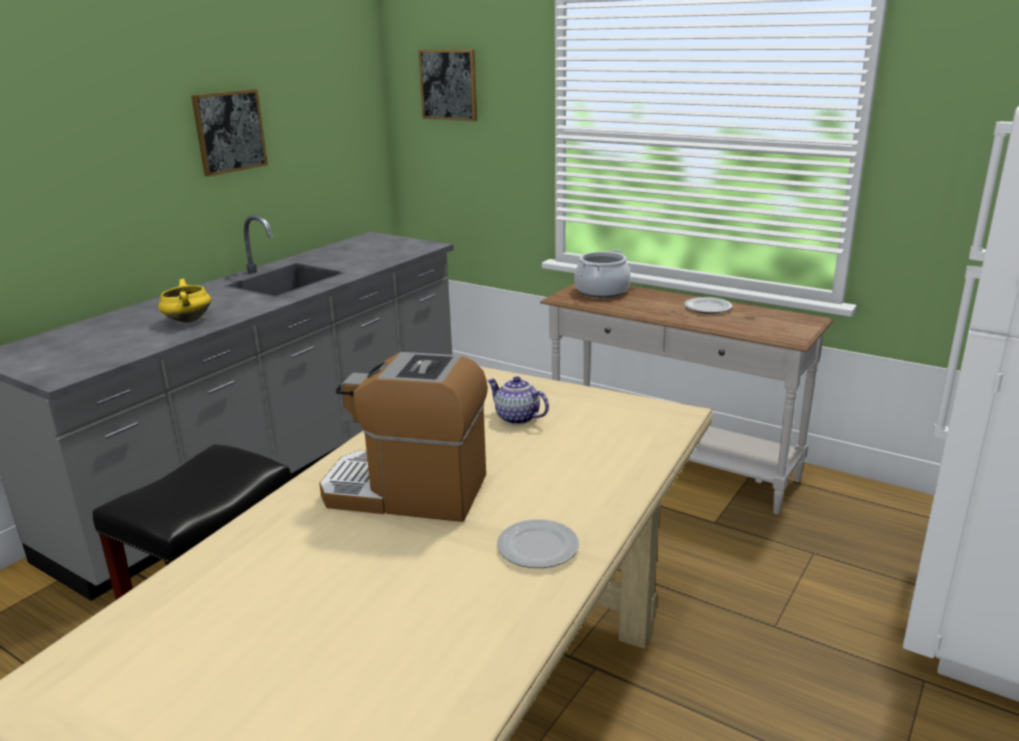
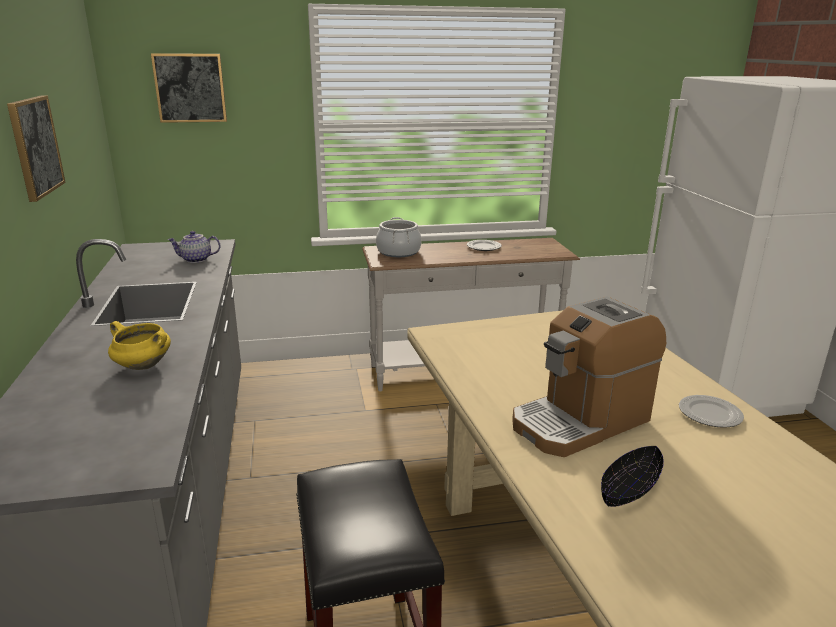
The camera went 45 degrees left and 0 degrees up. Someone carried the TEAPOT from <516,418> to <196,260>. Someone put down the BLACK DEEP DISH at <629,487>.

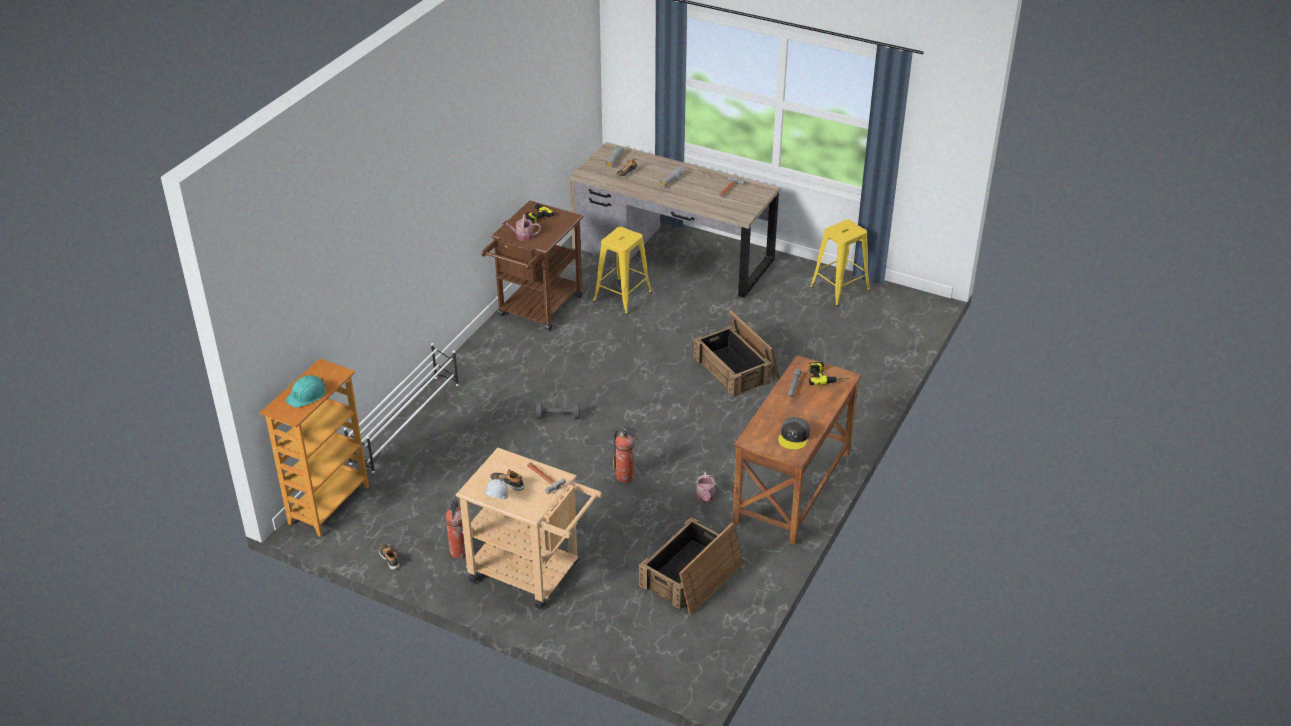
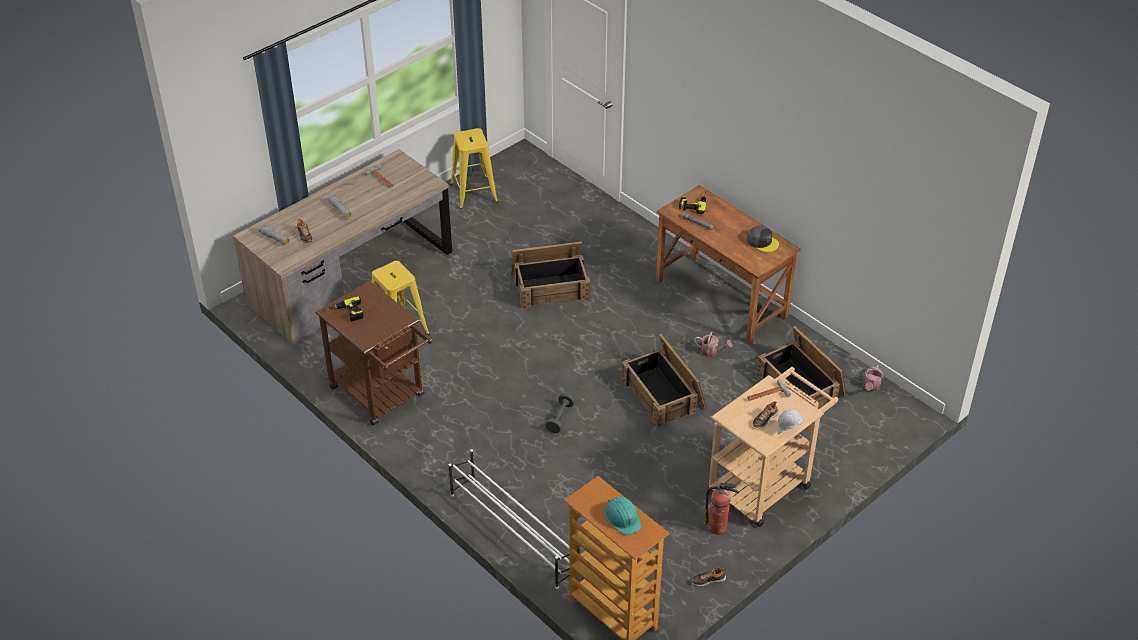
The camera went 70 degrees left and 5 degrees up. Someone swapped the EXTINGUISHER at <626,476> for the SHIPPING CRATE at <664,393>. Someone carried the SPRINKLING CAN from <522,236> to <871,387>.

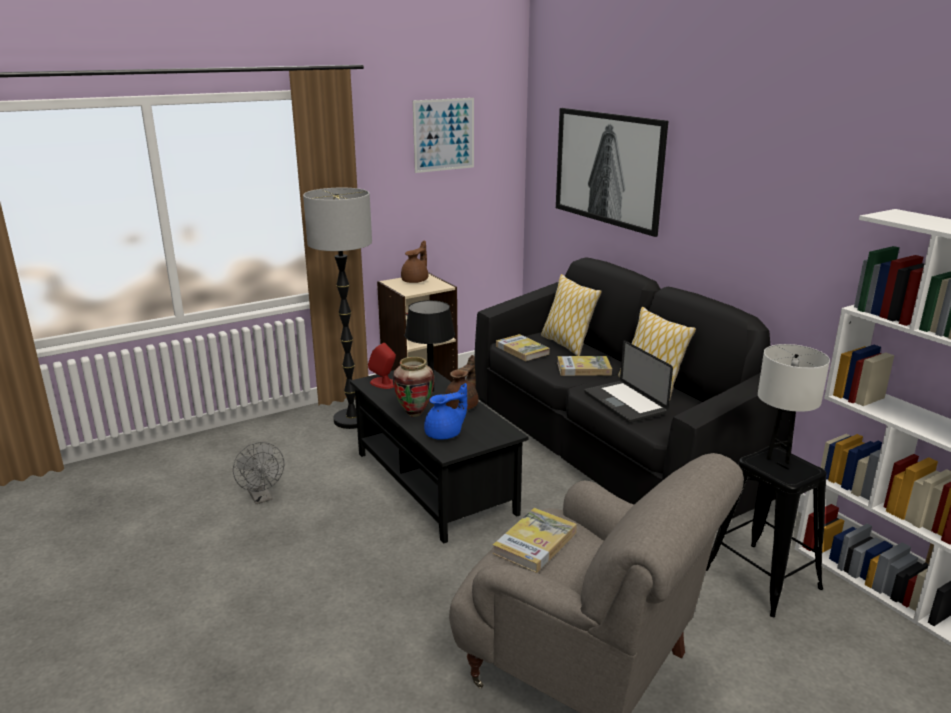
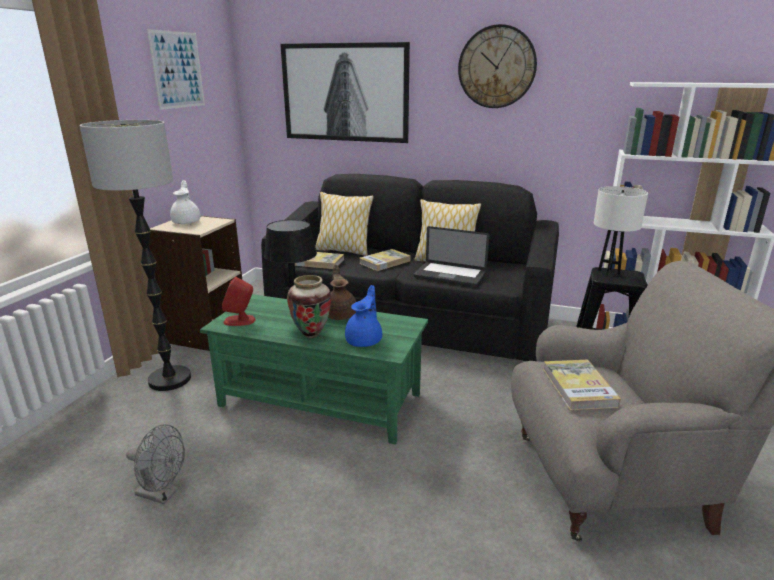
The camera went 40 degrees left and 0 degrees up. Someone repainted the BROWNISH TEAPOT at <416,281>, which became the WHITE TEAPOT at <187,222>. Someone repainted the BLACK COFFEE TABLE at <435,482>, which became the GREEN-COLOURED COFFEE TABLE at <321,400>. Someone put up the HANGING CLOCK at <497,67>.

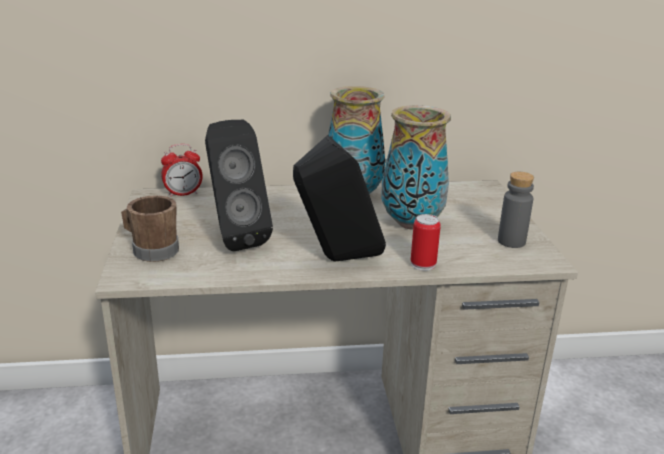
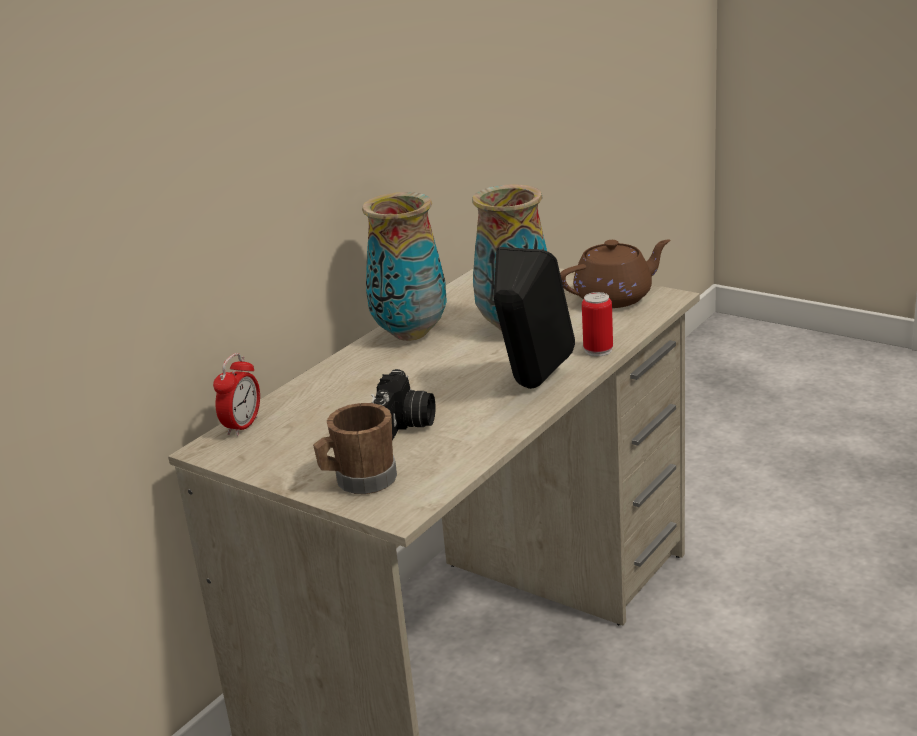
The camera went 45 degrees left and 0 degrees up. Someone swapped the BLACK SPEAKER at <234,238> for the PHOTO CAMERA at <406,426>. Someone swapped the GREY DRINK BOTTLE at <511,241> for the BROWNISH TEAPOT at <615,297>.

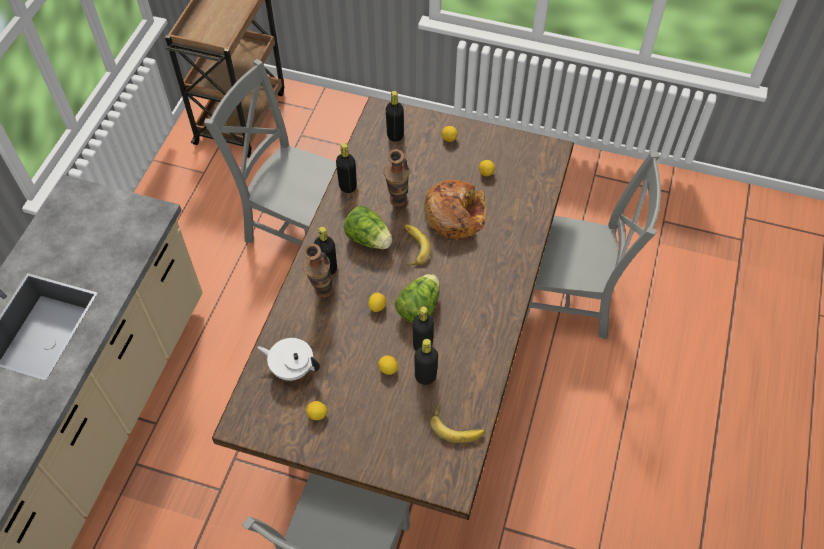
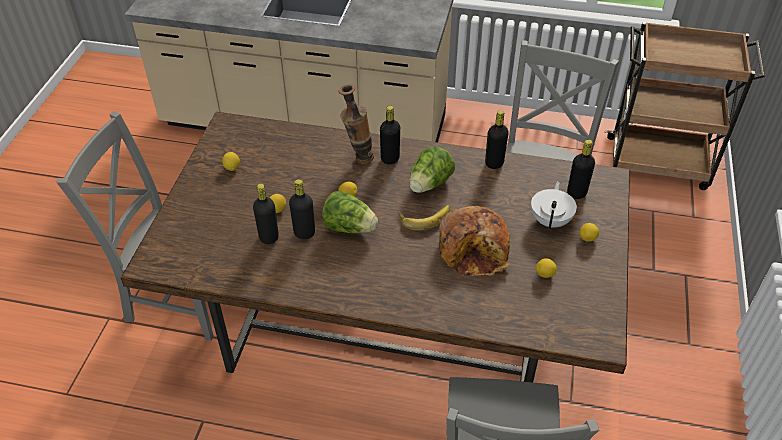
The camera went 85 degrees right and 10 degrees down. Someone carried the WHITE TEAPOT from <292,368> to <551,220>. Someone took away the DECORATIVE VASE at <397,205>. Someone took away the WHOLE BANANA at <457,426>.

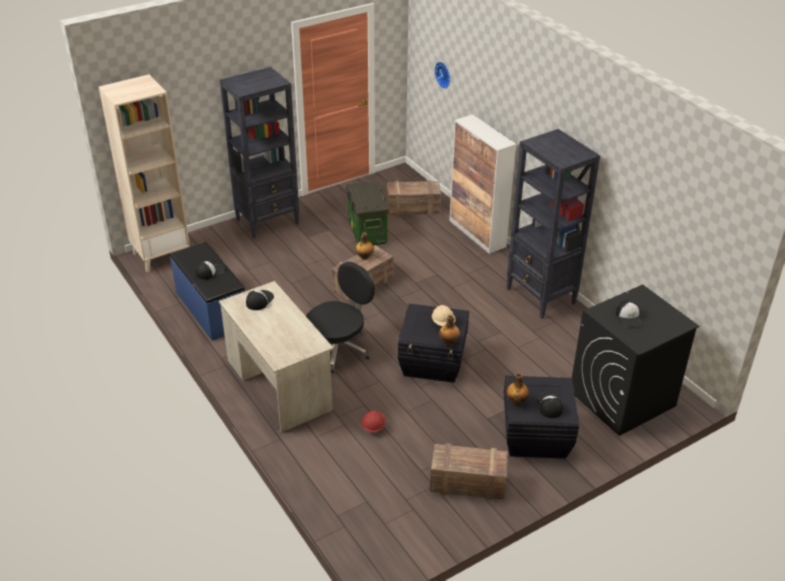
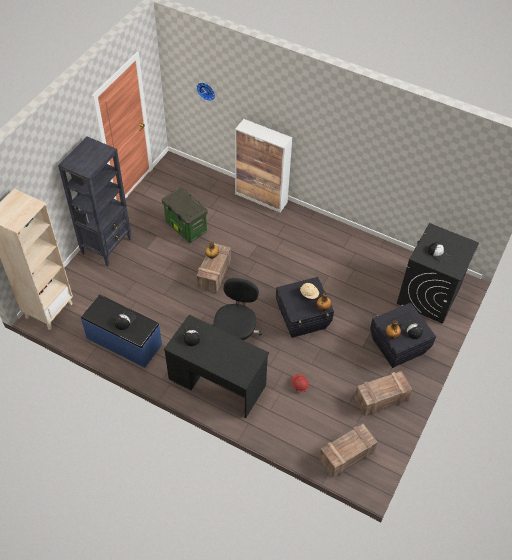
The camera went 30 degrees left and 15 degrees up. Someone repainted the BEIGE-COLOURED DESK UNIT at <278,385>, which became the BLACK DESK UNIT at <217,382>. Someone carried the SHIPPING CRATE from <414,208> to <347,455>. Someone took away the BLACK BOOKCASE at <541,297>.

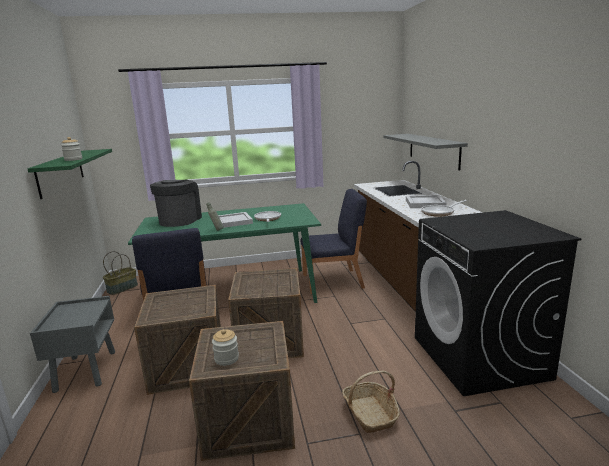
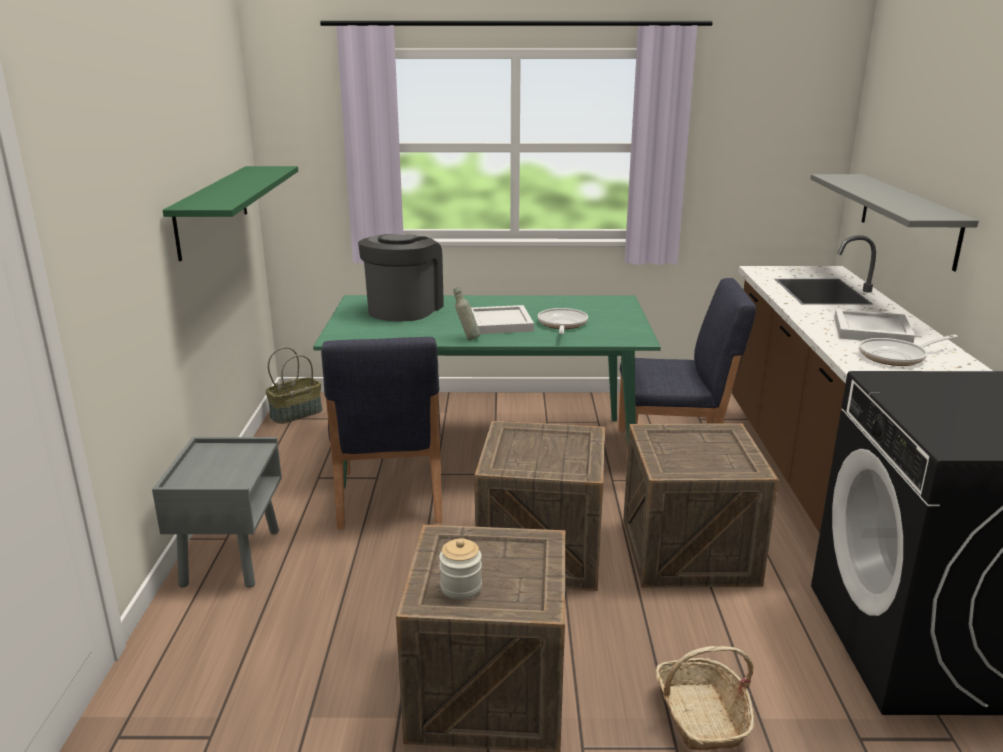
The camera went 10 degrees right and 5 degrees up. Someone carried the SHIPPING CRATE from <188,366> to <688,551>. Someone took away the STORAGE JAR at <73,159>.

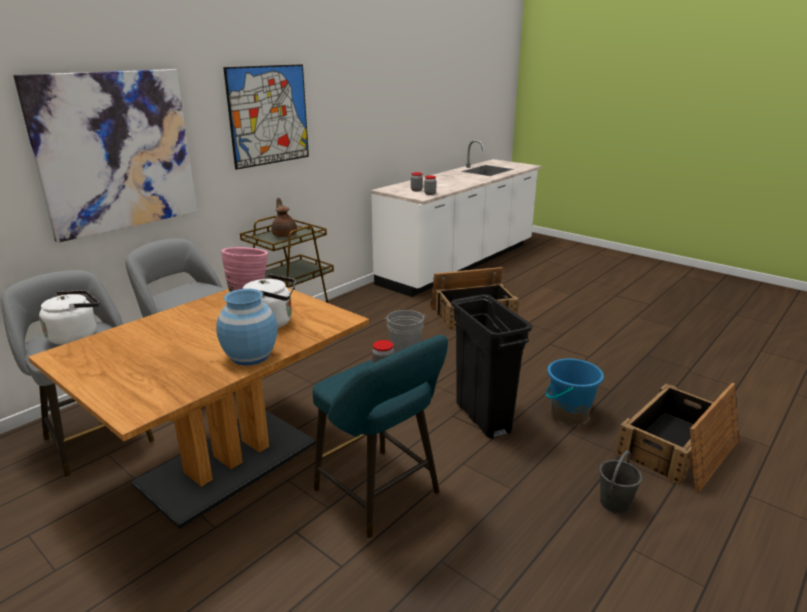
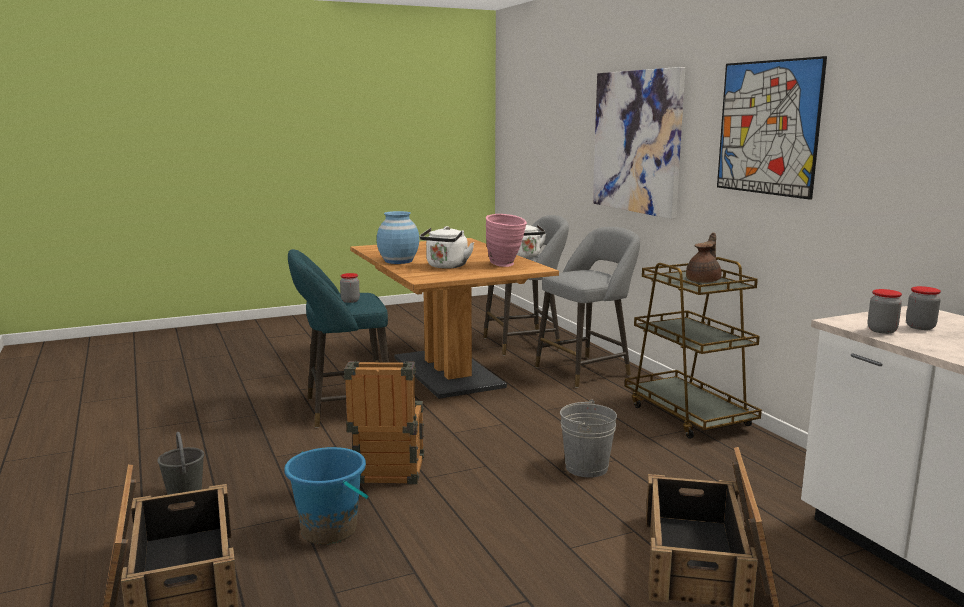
The camera went 115 degrees right and 10 degrees down. Someone swapped the BLACK TRASH CAN at <483,418> for the SHIPPING CRATE at <387,474>. Someone rotated the BROWNISH TEAPOT at <285,235> by 60 degrees counterclockwise.

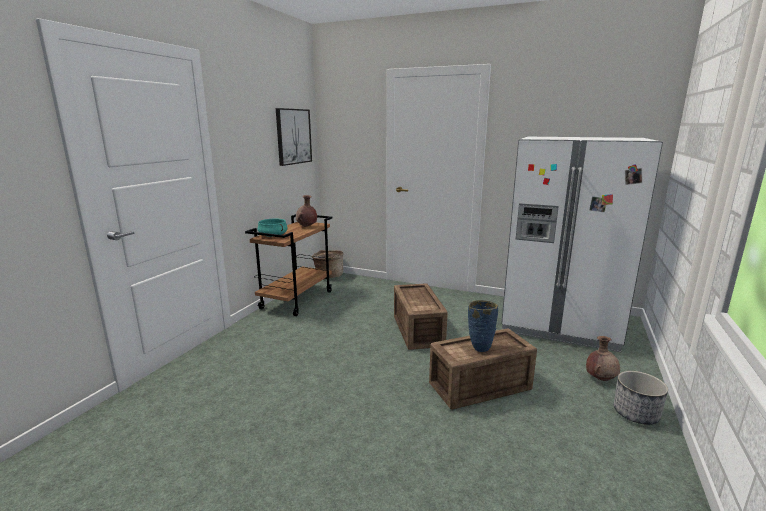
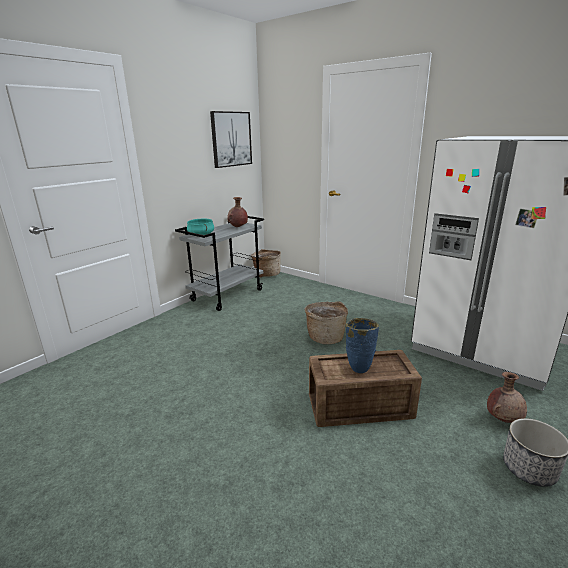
The camera went 15 degrees right and 5 degrees up. Someone repainted the BROWNISH CART at <297,299>, which became the GREY CART at <227,295>. Someone swapped the SHIPPING CRATE at <418,330> for the STORAGE BASKET at <325,337>.

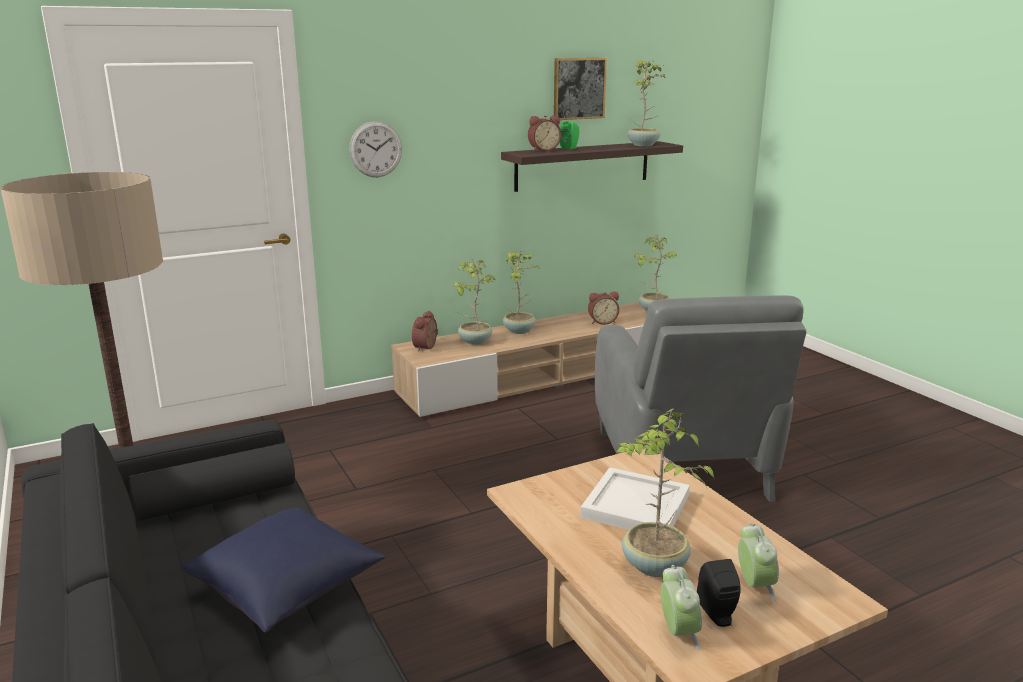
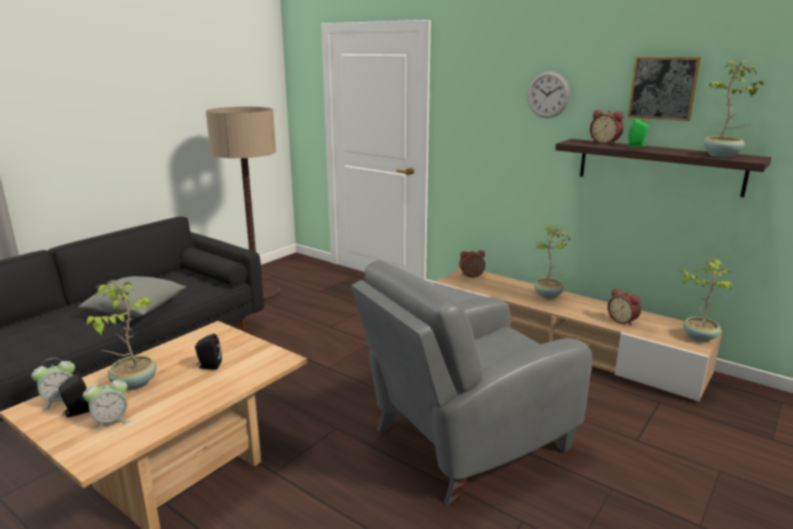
The camera went 65 degrees right and 0 degrees up. Someone repainted the BLUE PILLOW at <287,588>, which became the GREY PILLOW at <137,310>. Someone swapped the WHITE TRAY at <634,506> for the BLACK SPEAKER at <209,366>. Someone carried the HANGING CLOCK from <376,149> to <548,95>. Someone took away the POTTED PLANT at <474,341>.

